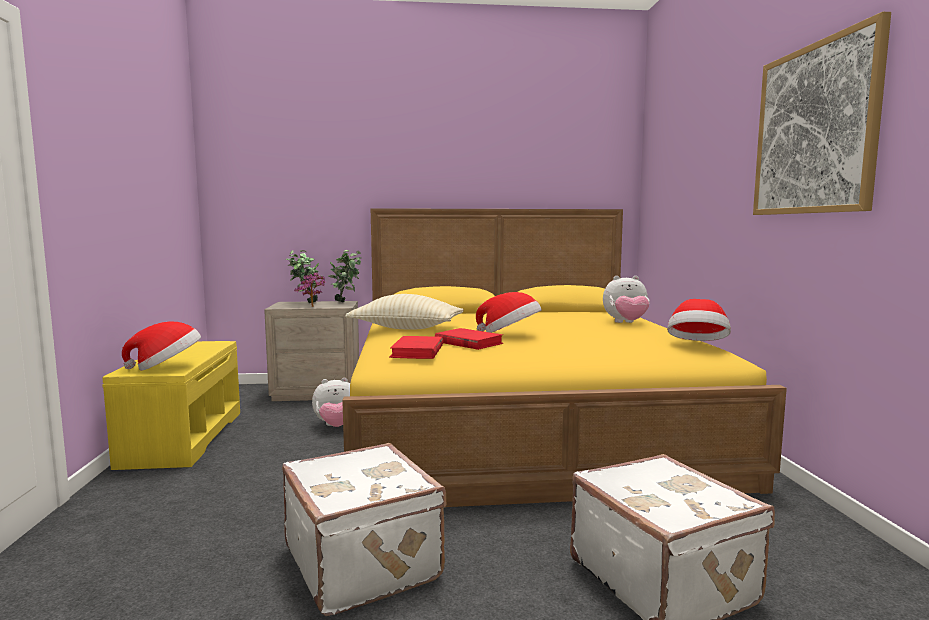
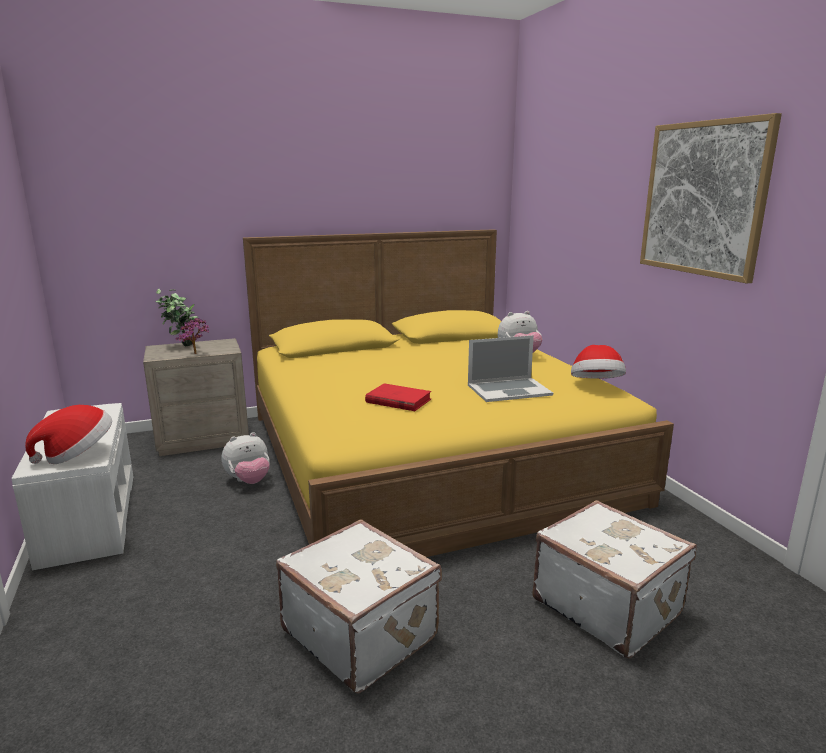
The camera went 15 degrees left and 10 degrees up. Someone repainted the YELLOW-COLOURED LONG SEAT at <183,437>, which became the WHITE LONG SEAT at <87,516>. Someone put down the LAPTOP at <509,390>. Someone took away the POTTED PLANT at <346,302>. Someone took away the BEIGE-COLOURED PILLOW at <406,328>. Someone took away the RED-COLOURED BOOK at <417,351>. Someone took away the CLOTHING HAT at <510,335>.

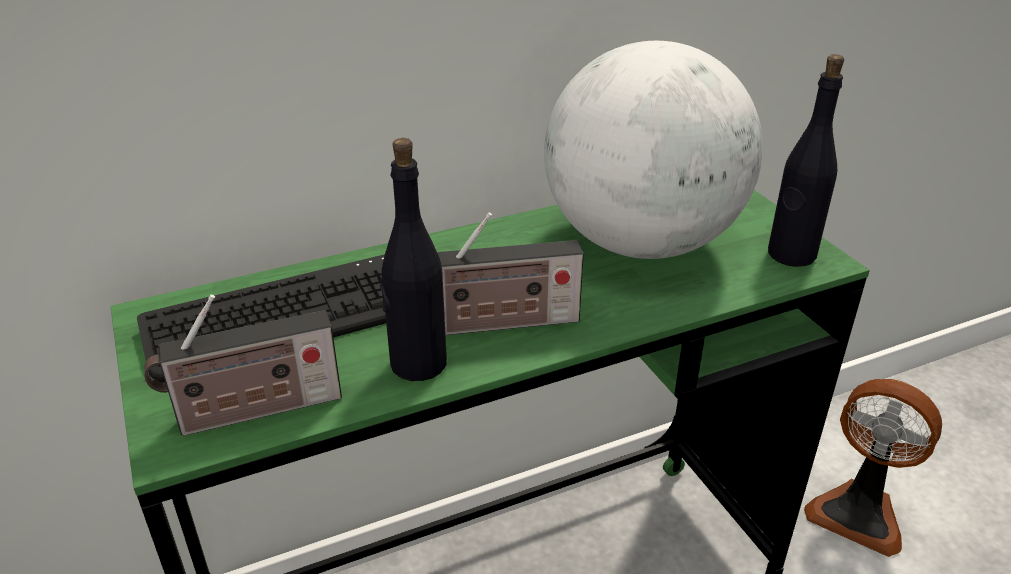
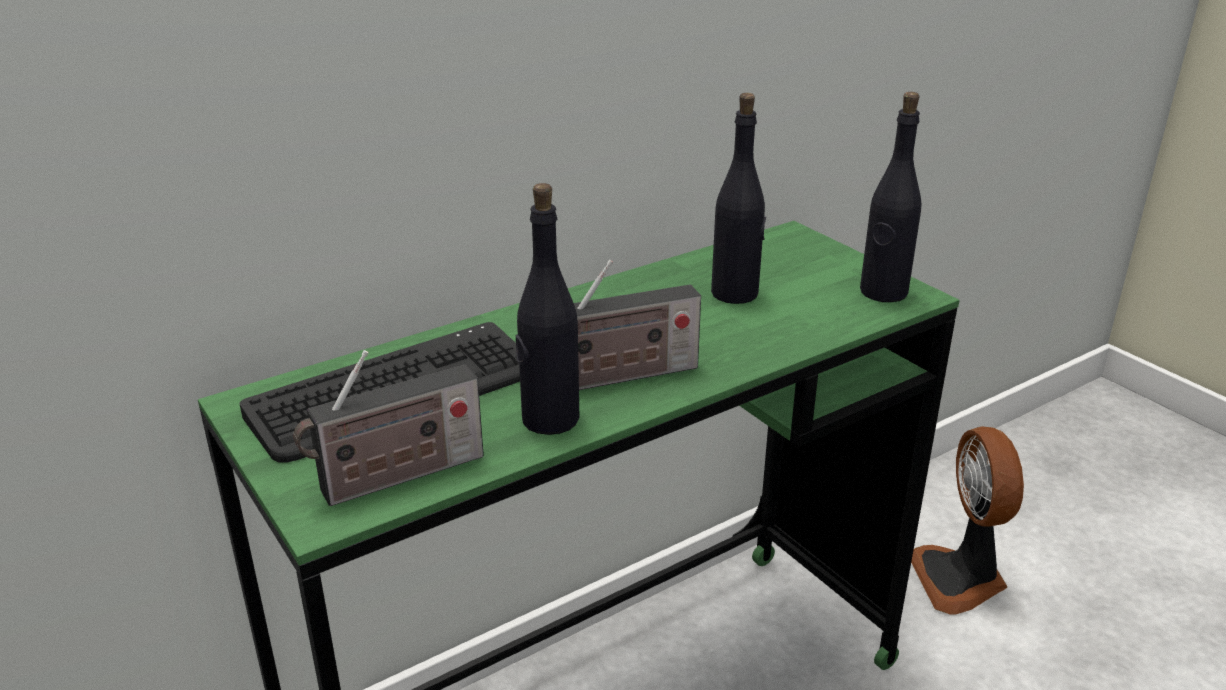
The camera went 10 degrees left and 5 degrees down. Someone swapped the WORLD GLOBE at <641,242> for the BLACK DRINK BOTTLE at <735,293>. Someone rotated the FAN at <858,513> by 60 degrees clockwise.

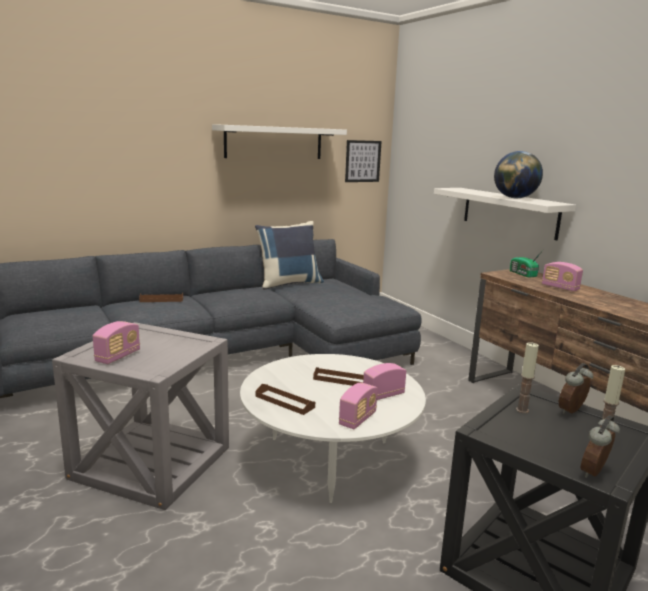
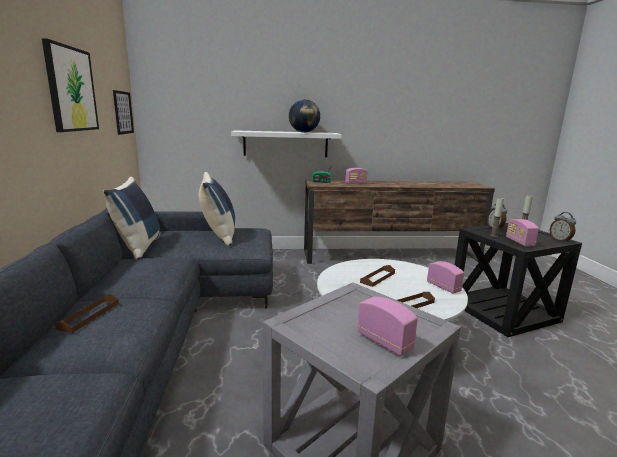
The camera went 65 degrees left and 0 degrees up. Someone swapped the WHITE SHELF at <274,142> for the WALL ART at <71,89>. Someone put down the BLUE PILLOW at <218,236>. Someone carried the RADIO SET from <383,395> to <519,242>.

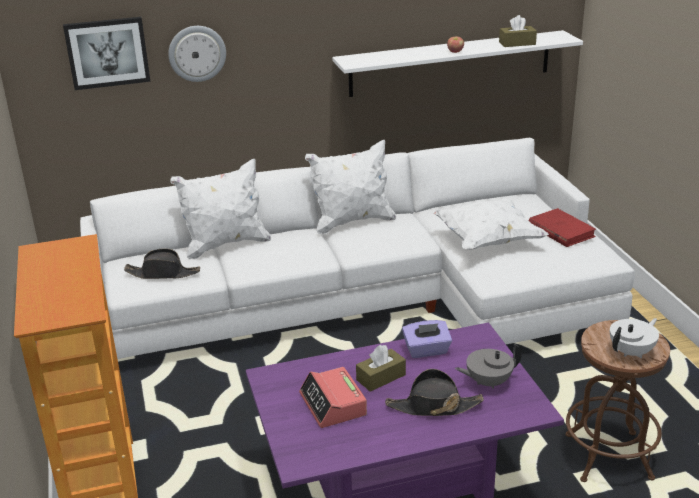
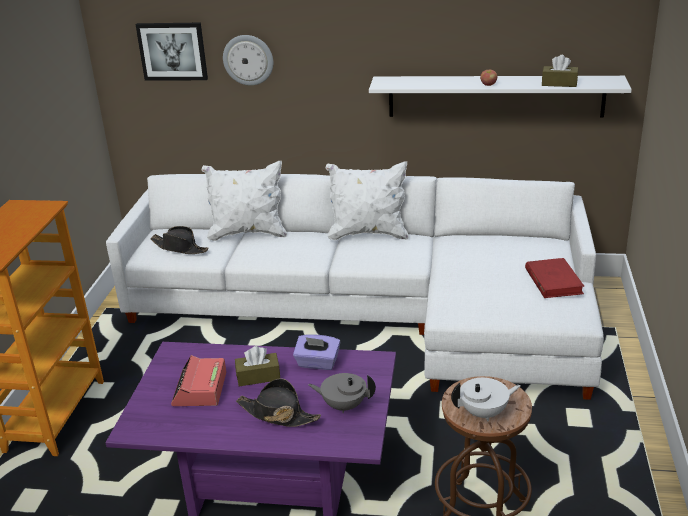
The camera went 25 degrees right and 0 degrees up. Someone took away the WHITE PILLOW at <487,241>.

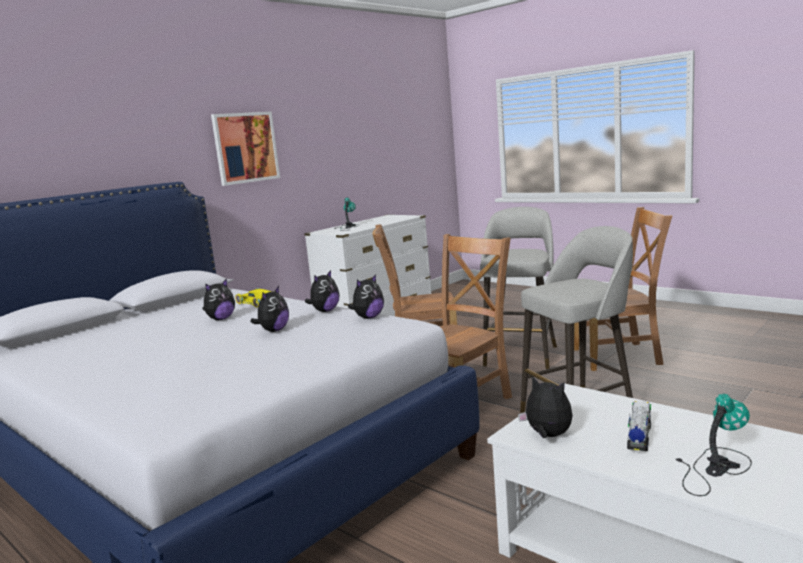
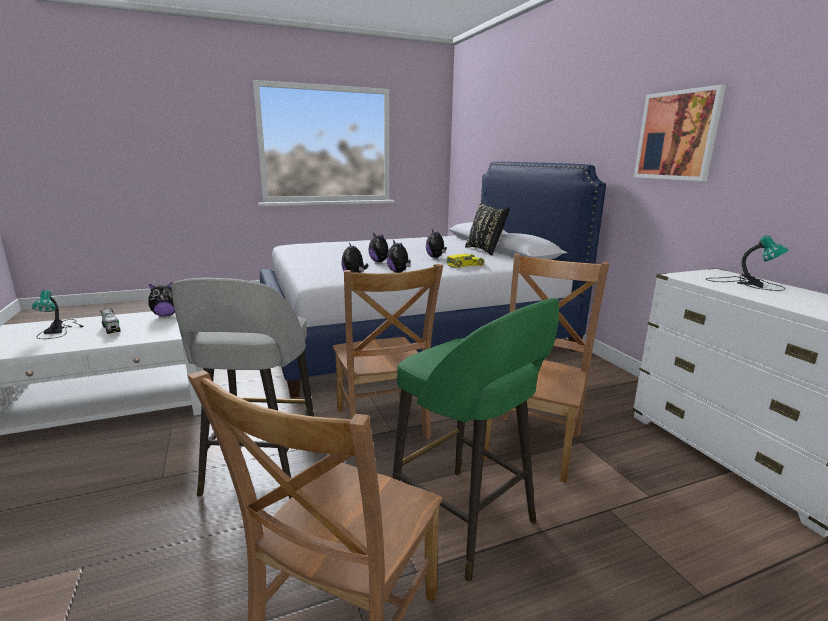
The camera went 115 degrees right and 5 degrees up. Someone repainted the GREY STOOL SEAT at <521,355>, which became the GREEN-COLOURED STOOL SEAT at <465,521>. Someone put down the BLACK PILLOW at <485,250>.

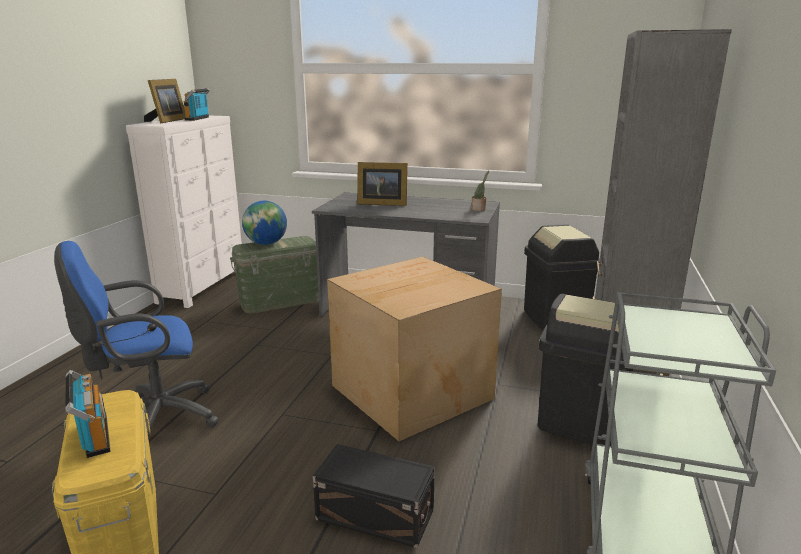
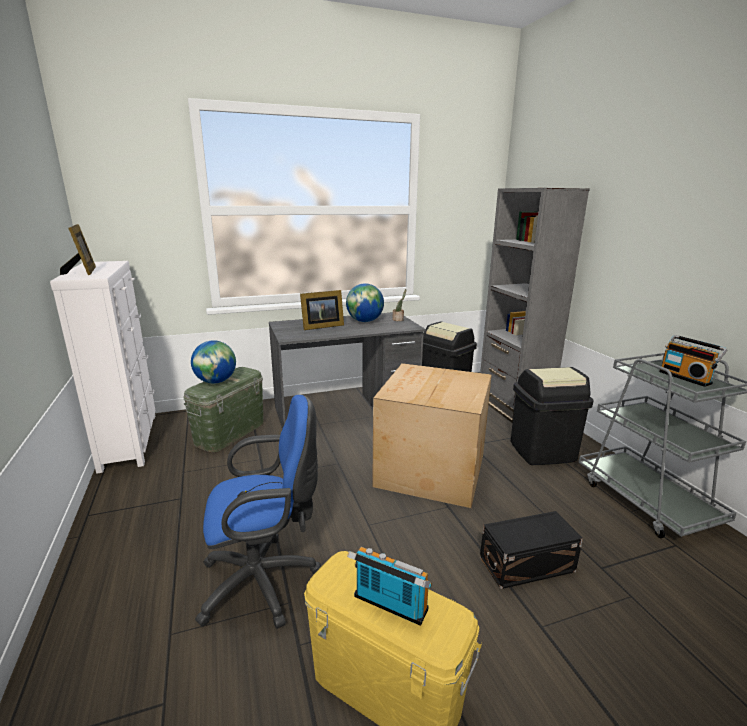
The camera went 35 degrees left and 0 degrees up. Someone rotated the BLUE COMPUTER CHAIR at <152,420> by 135 degrees counterclockwise. Someone put down the WORLD GLOBE at <365,321>. Someone carried the RADIO SET from <198,119> to <686,377>.

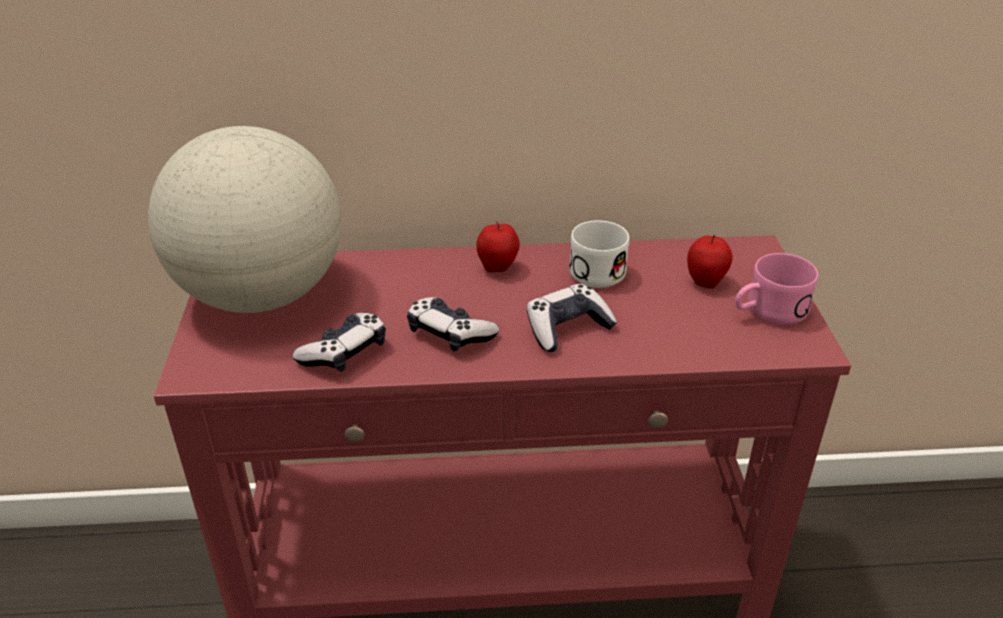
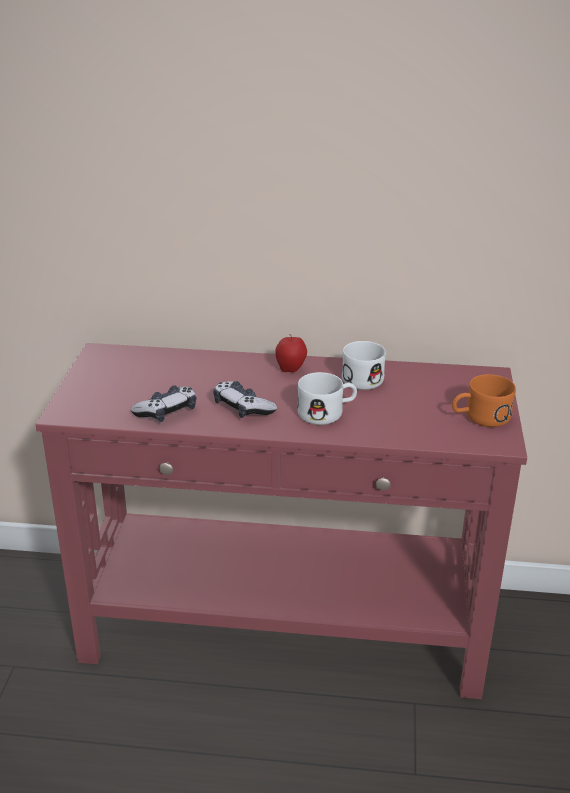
The camera went 10 degrees right and 5 degrees down. Someone swapped the GAMEPAD at <567,328> for the WHITE COFFEE MUG at <327,413>. Someone repainted the PINK-COLOURED COFFEE MUG at <767,312>, which became the ORANGEY COFFEE MUG at <480,417>. Someone took away the WORLD GLOBE at <261,295>. Someone took away the APPLE FRUIT at <705,282>.

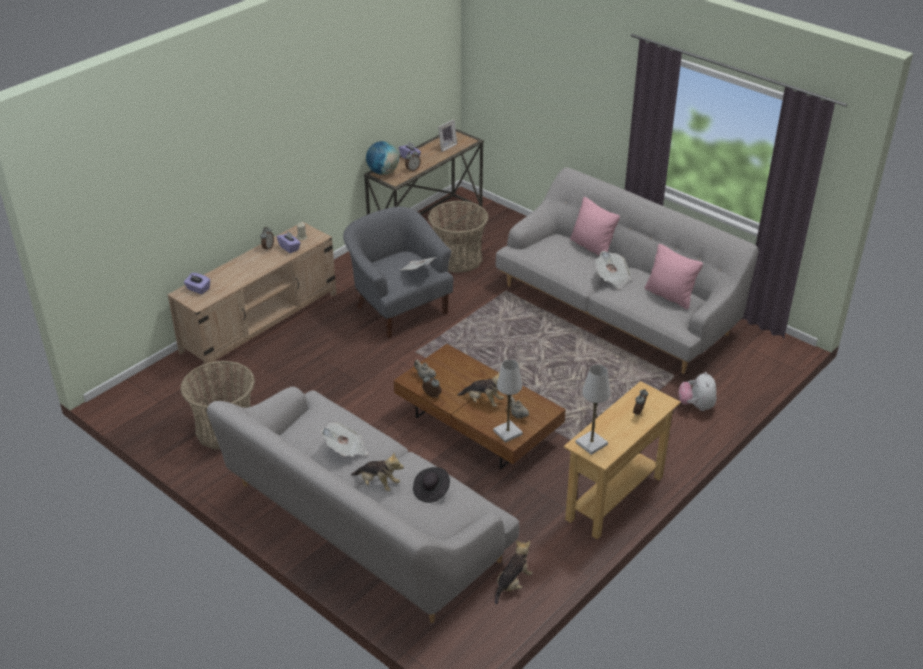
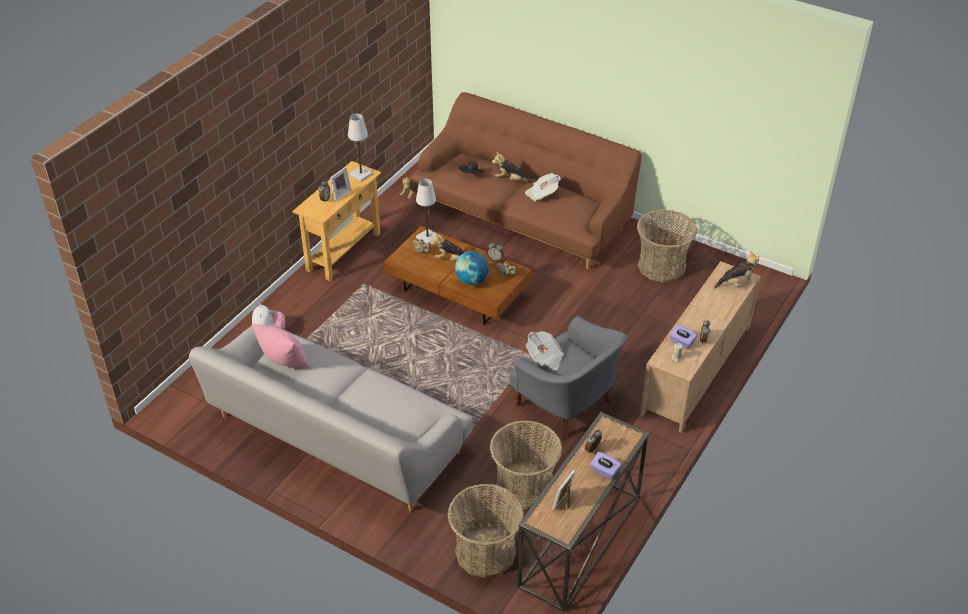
The camera went 170 degrees right and 5 degrees up. Someone put down the PICTURE FRAME at <340,194>. Someone repainted the GREY COUCH at <364,524>, which became the BROWNISH COUCH at <522,215>. Someone put down the STORAGE BASKET at <485,552>. Someone carried the WORLD GLOBE from <383,172> to <472,280>. Someone swapped the PURPLE-COLOURED TISSUE BOX at <198,289> for the CUDDLY TOY at <736,283>. Someone took away the PINK-COLOURED PILLOW at <592,247>. Someone took away the PRINTED PAPER at <612,278>.

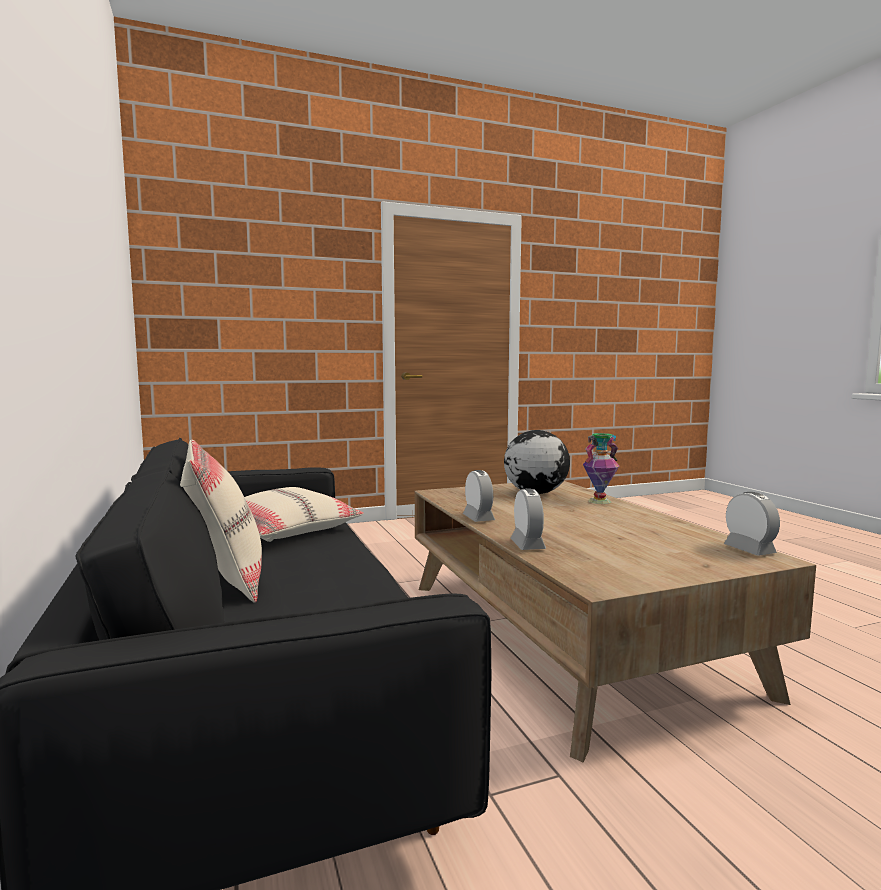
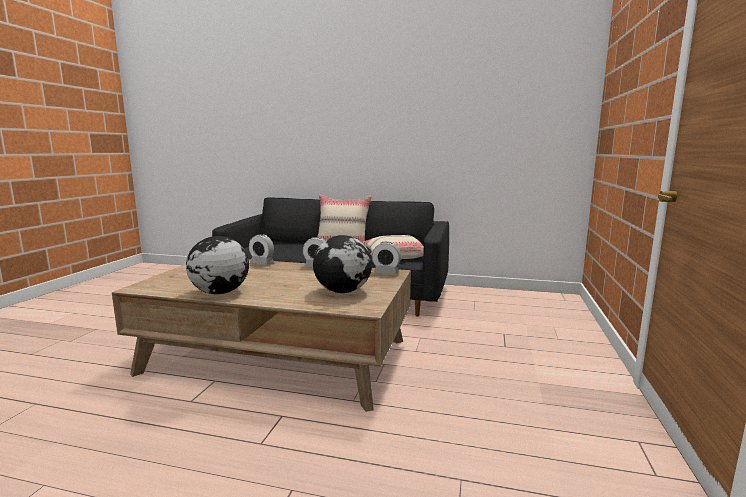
The camera went 125 degrees right and 5 degrees up. Someone put down the WORLD GLOBE at <219,293>. Someone carried the ALARM CLOCK from <749,550> to <386,272>. Someone took away the DECORATIVE VASE at <599,501>.

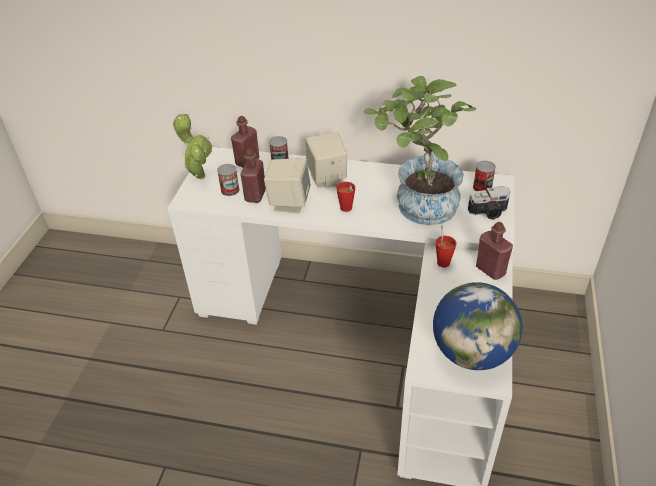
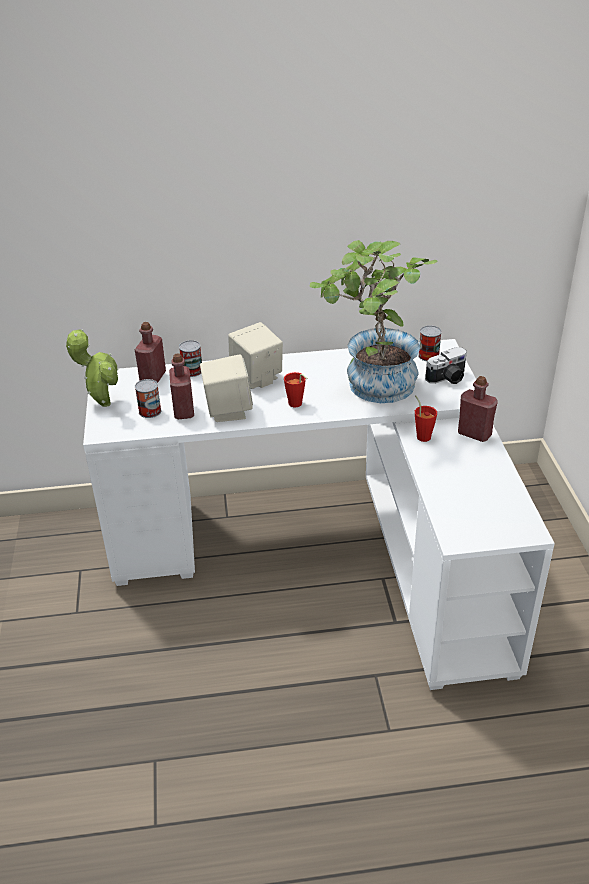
The camera went 20 degrees left and 5 degrees down. Someone took away the WORLD GLOBE at <471,352>.

